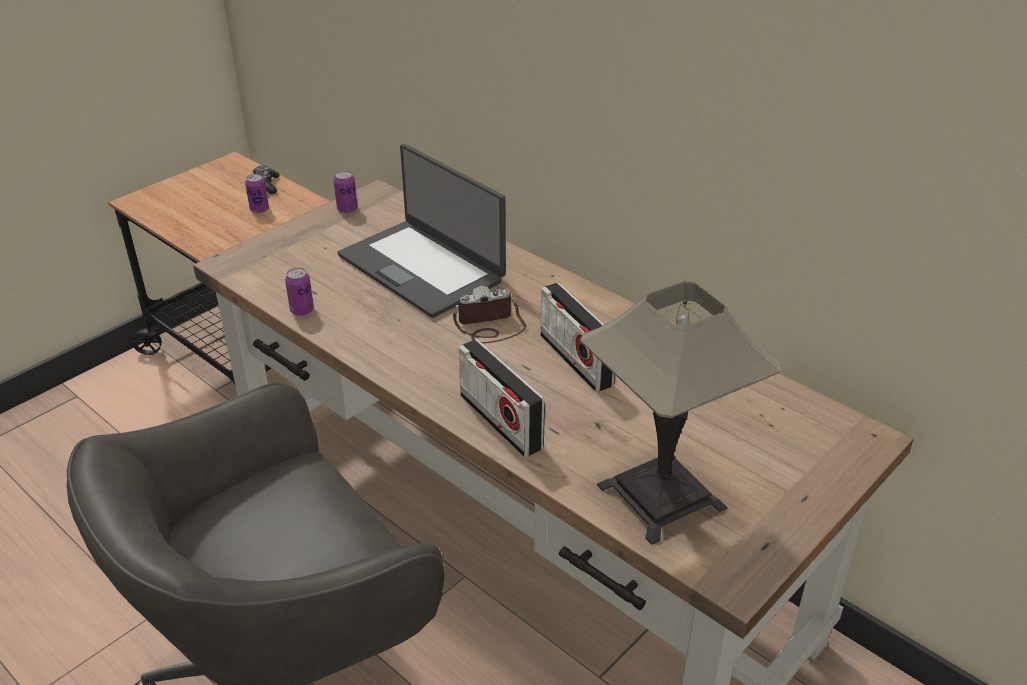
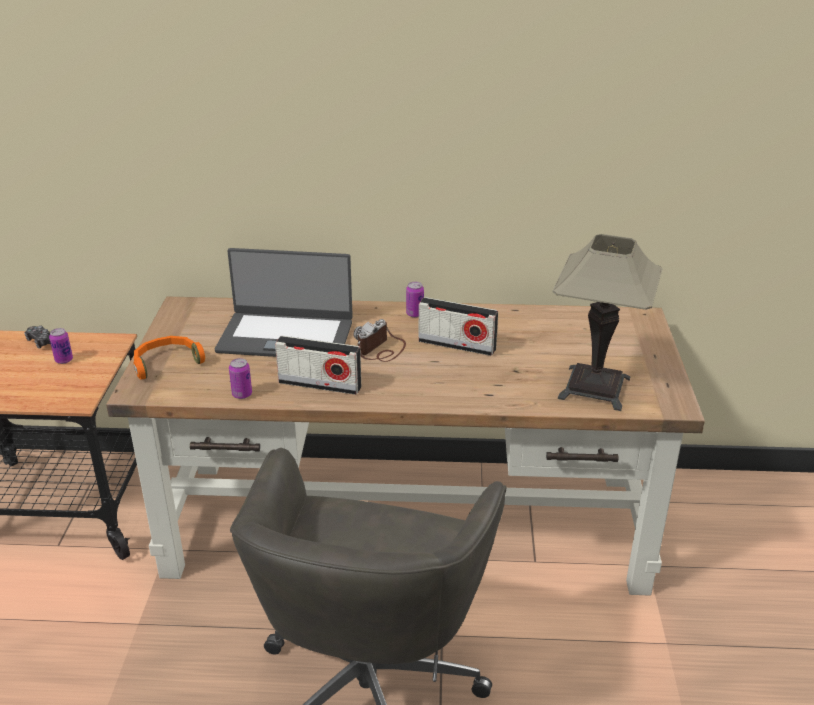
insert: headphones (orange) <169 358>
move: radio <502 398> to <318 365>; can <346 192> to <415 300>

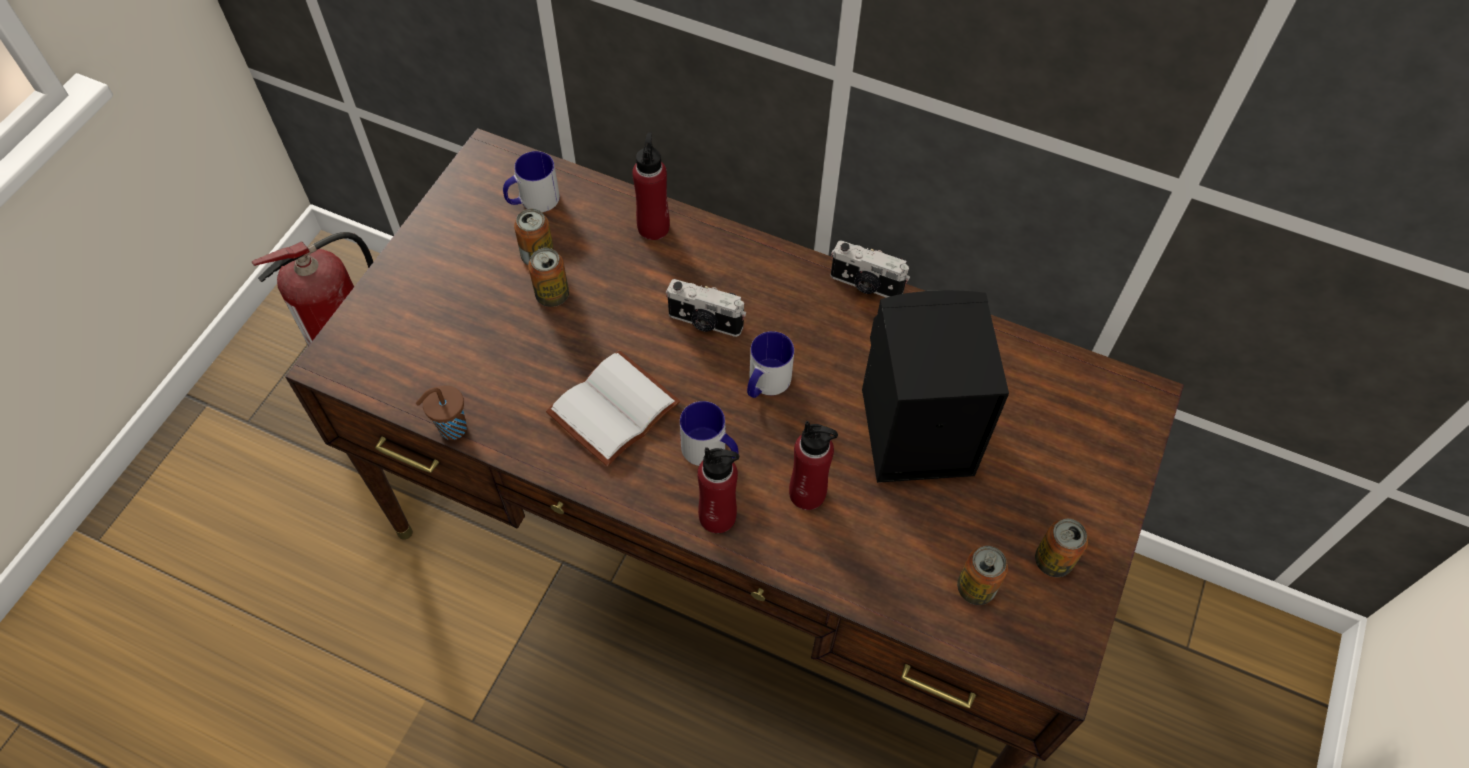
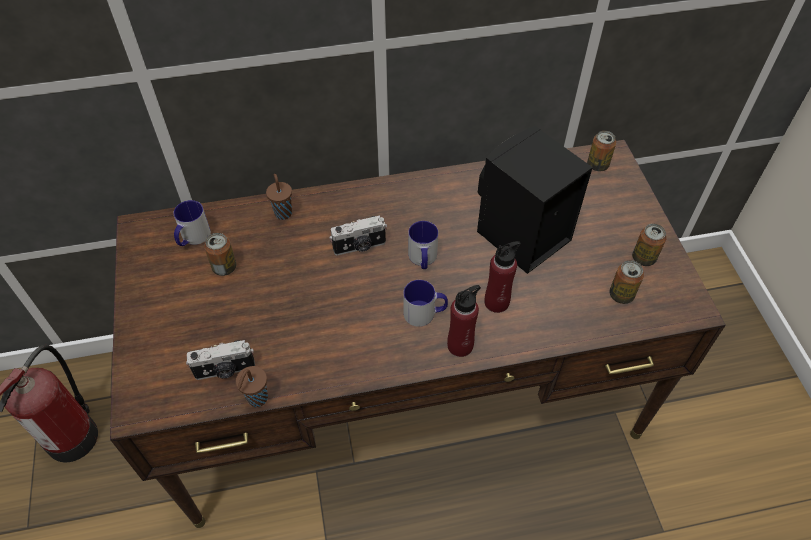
delete: book (white) <613 408>
move: photo camera <870 269> to <220 360>; can <548 277> to <601 151>
replace: bottle (red) <651 186> to cup (brown) <279 197>

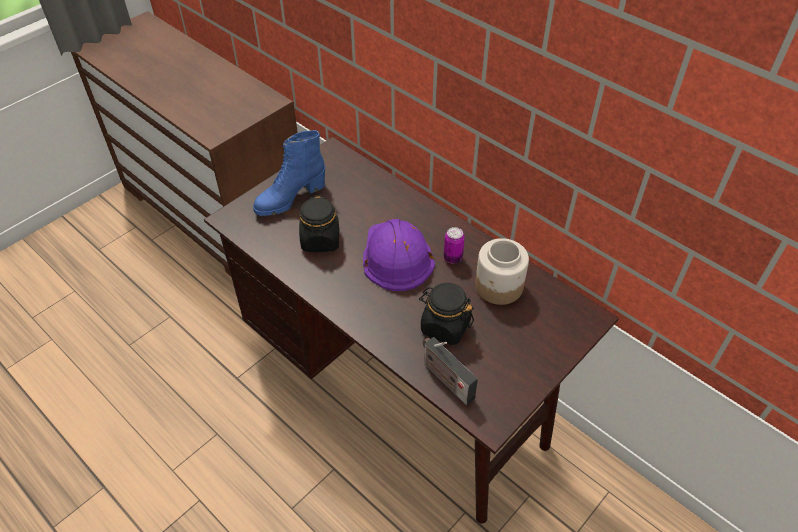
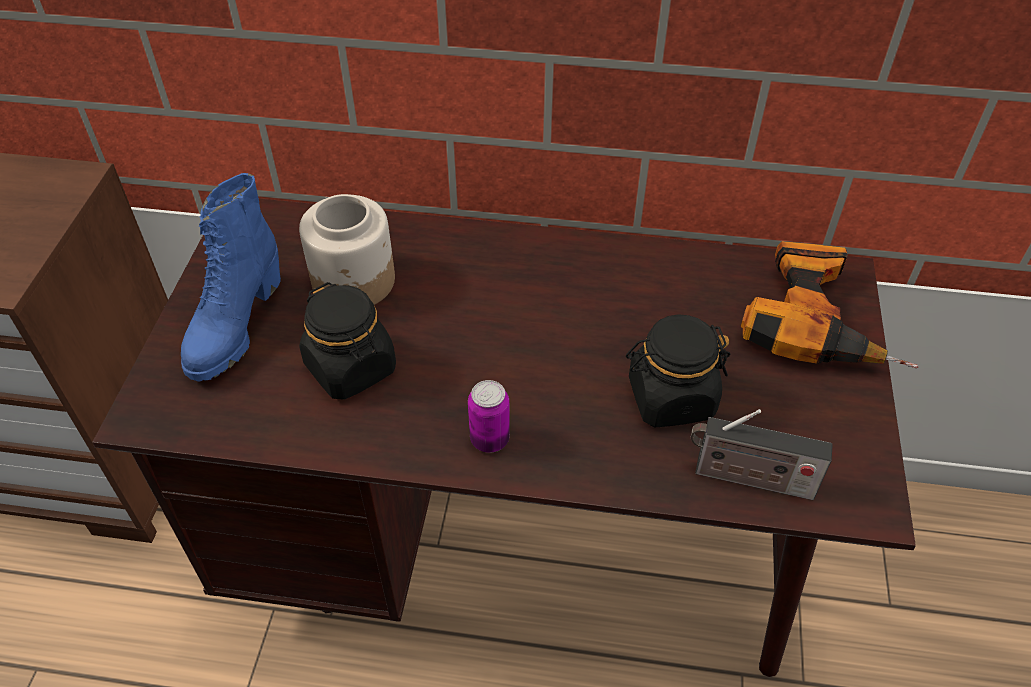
delete: hard hat (purple) <399 255>
insert: power drill <829 304>
move: jar <502 271> to <347 249>; can <454 245> to <489 416>

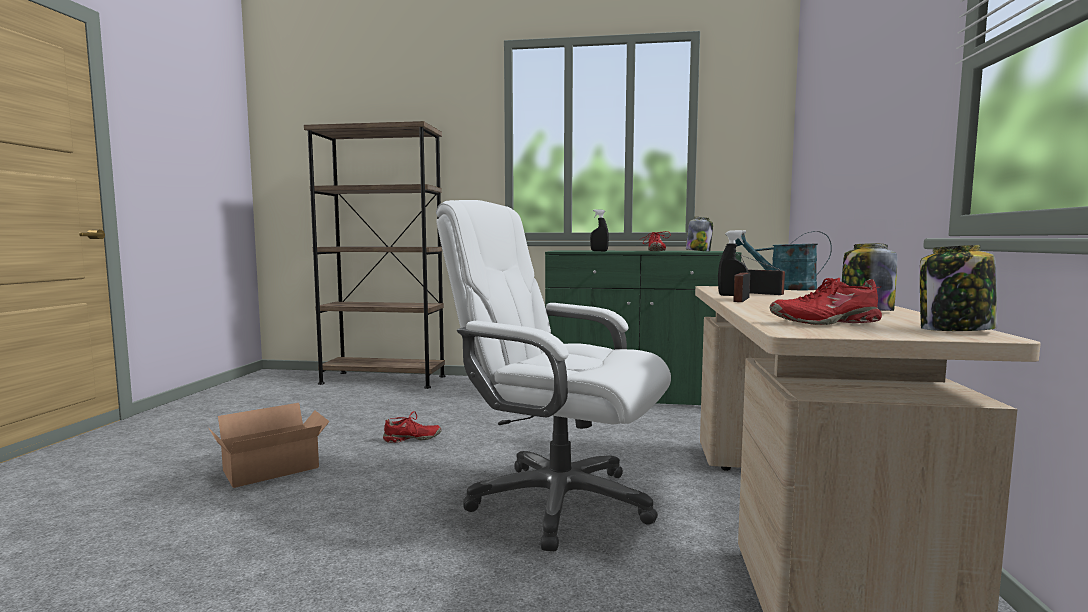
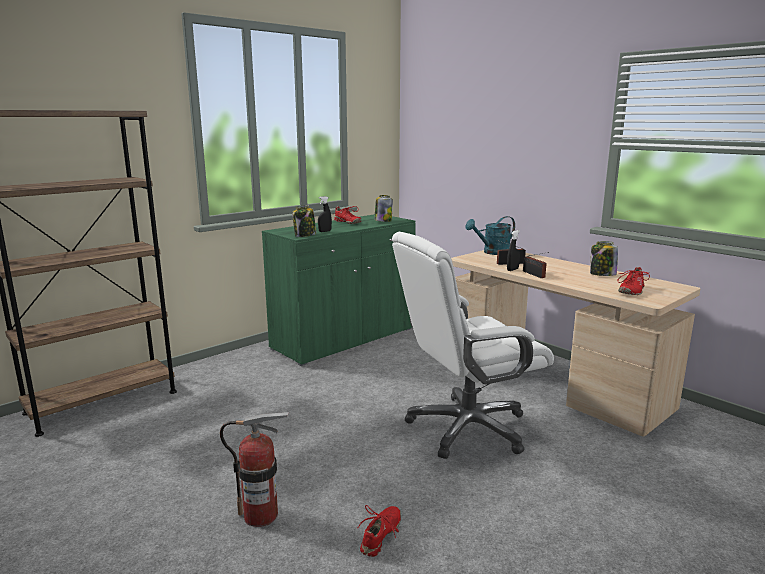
move: jar <958 288> to <304 221>; shoe (red) <412 427> to <379 531>
replace: cardboard box <269 445> to fire extinguisher <254 469>

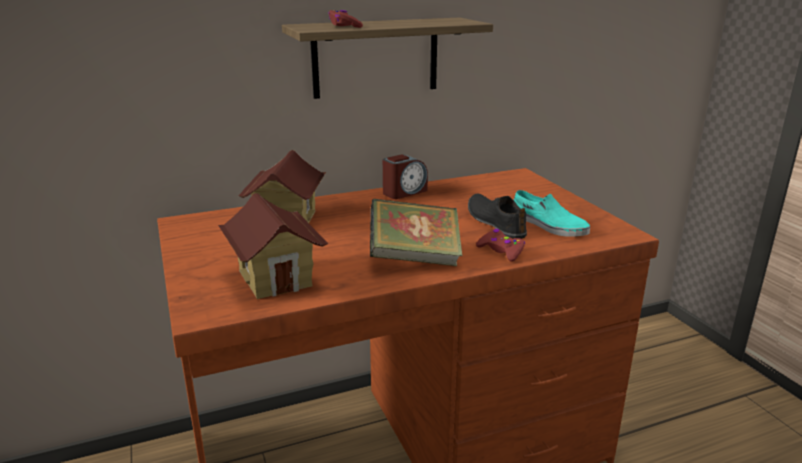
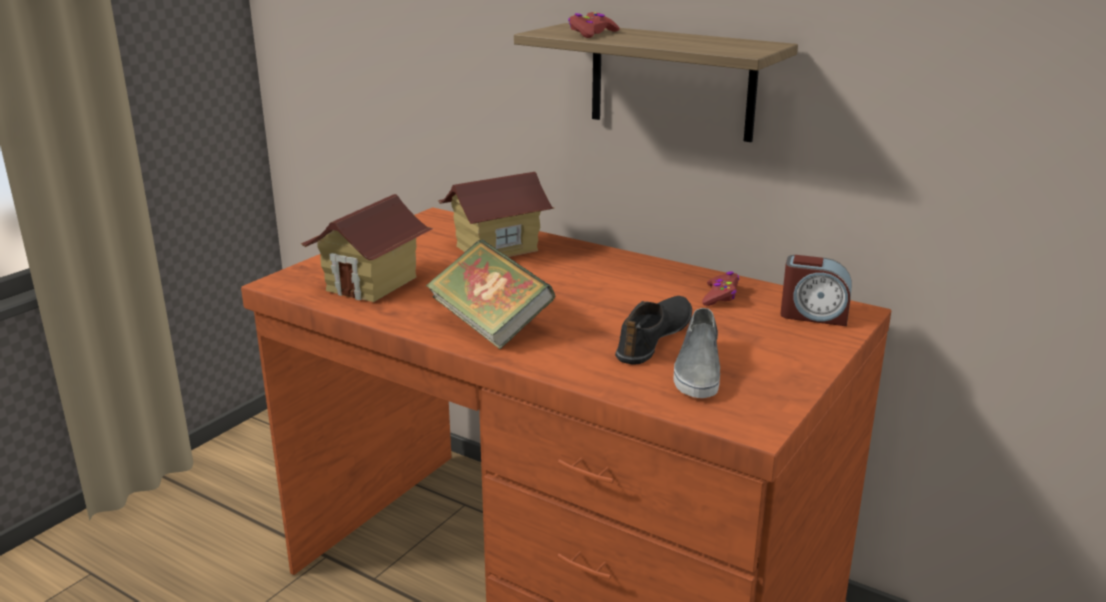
move: game controller (red) <500 245> to <720 288>; alarm clock <405 176> to <816 290>
recolor: shoe (turquoise) <552 213> to shoe (grey) <696 353>

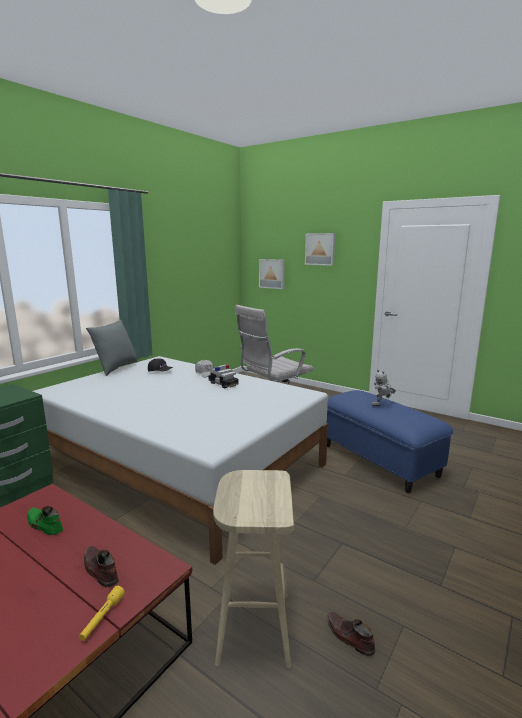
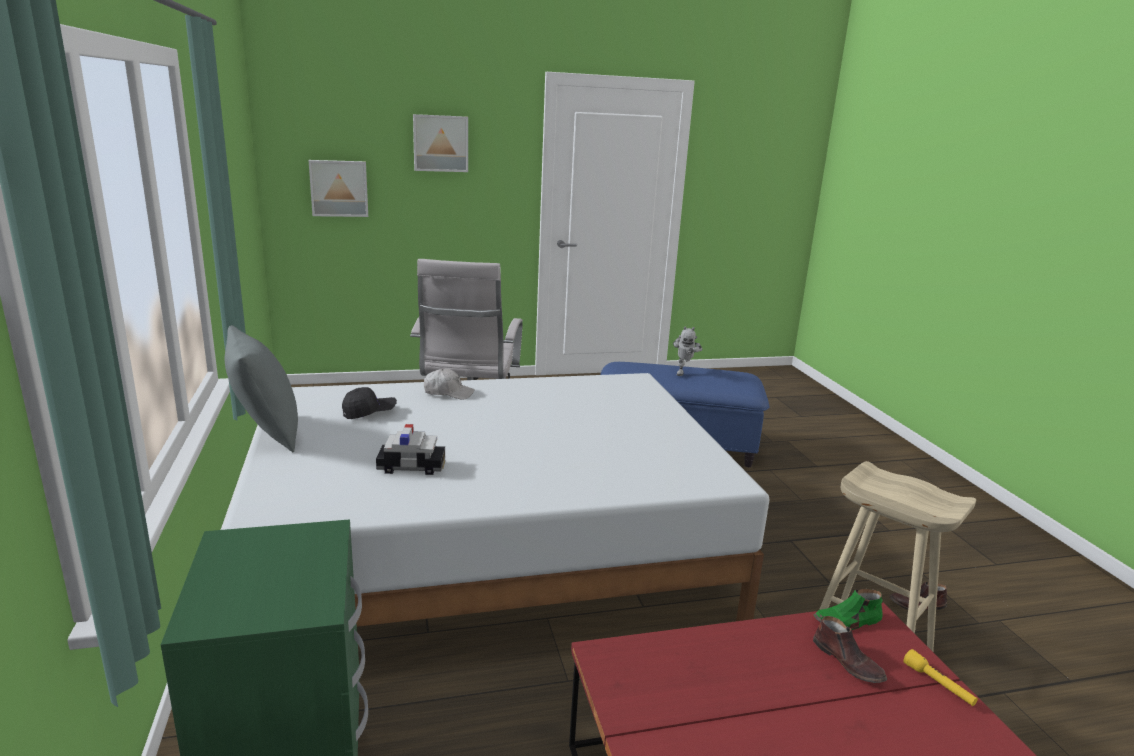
move: toy car <223 376> to <410 449>; shoe (green) <45 520> to <848 609>
rotate: shoe (brown) <101 566> = <850 649> 120 degrees counterclockwise

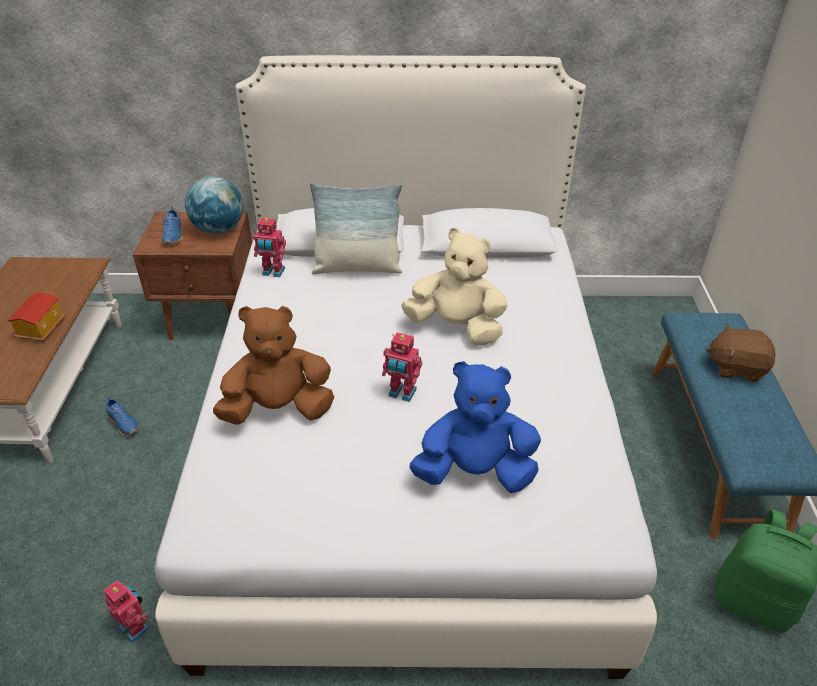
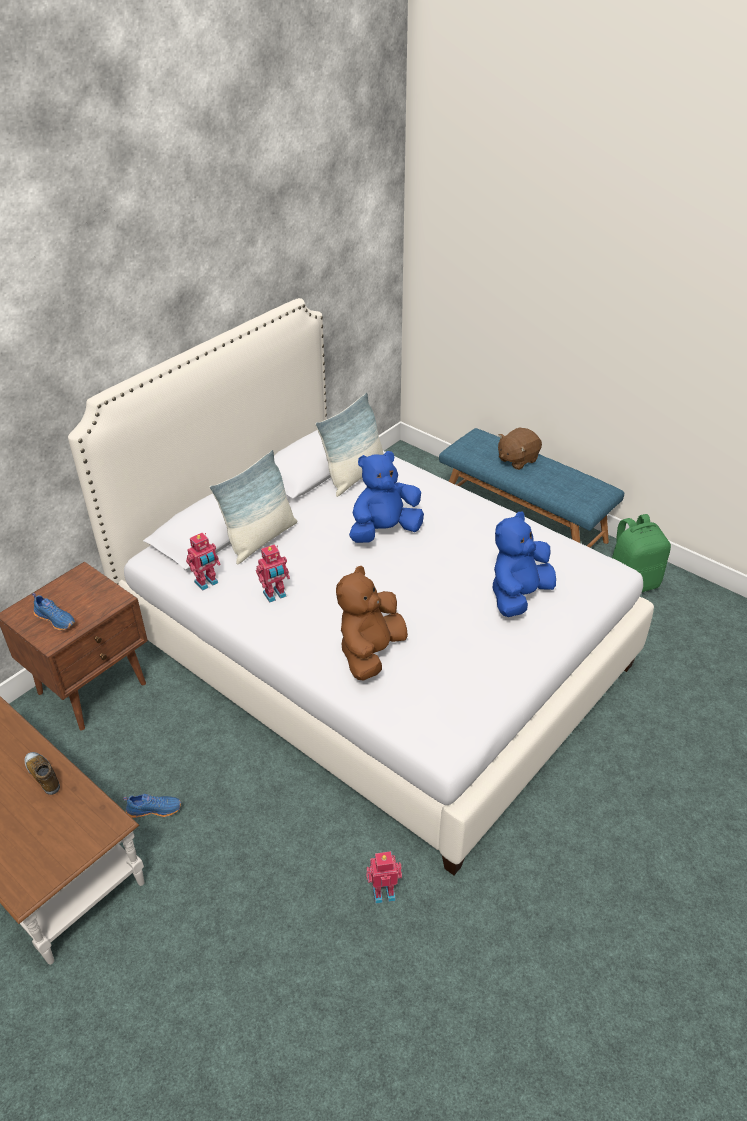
delete: globe <214 205>
insert: pillow <349 444>
move: toy robot <402 367> to <273 573>
replace: toy house <36 317> to shoe <42 773>
recolor: plush toy (beige) <454 287> to plush toy (blue) <386 497>

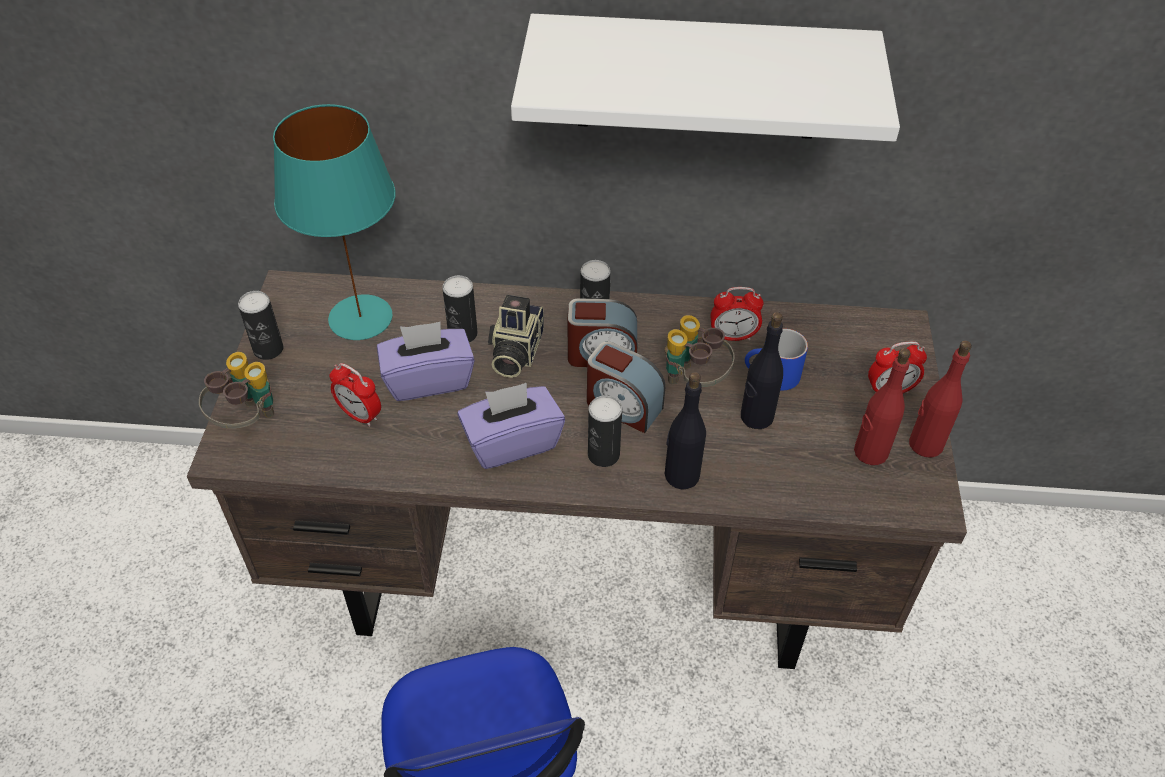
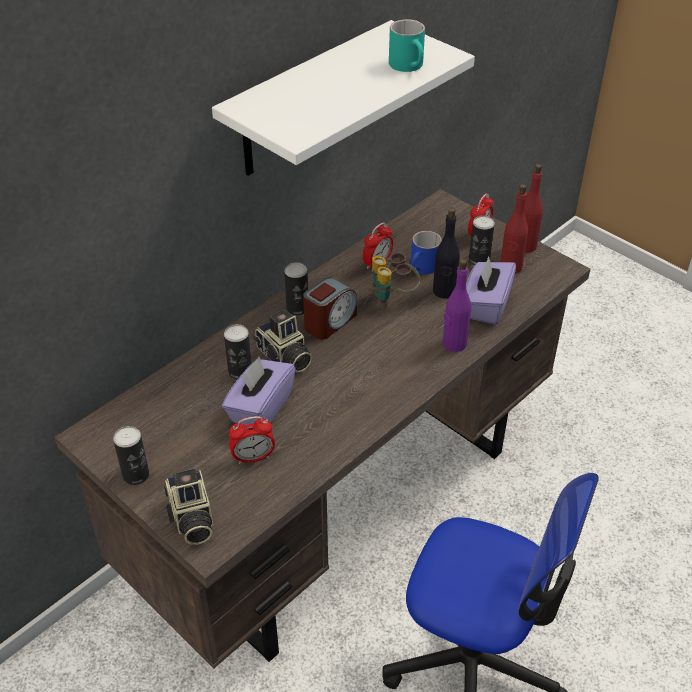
delete: table lamp (turquoise) <334 222>; alarm clock <626 387>
insert: mug (turquoise) <407 45>
move: tissue box (purple) <511 426> to <491 290>; can <605 431> to <482 240>
replace: binoculars <236 390> to photo camera <188 507>
recolor: bottle (black) <685 431> to bottle (purple) <457 305>

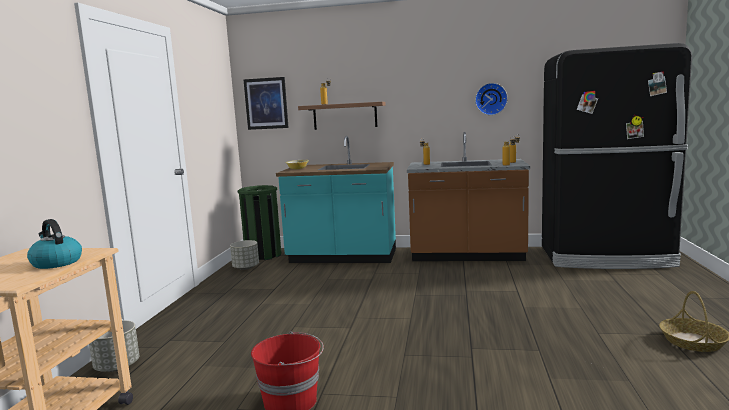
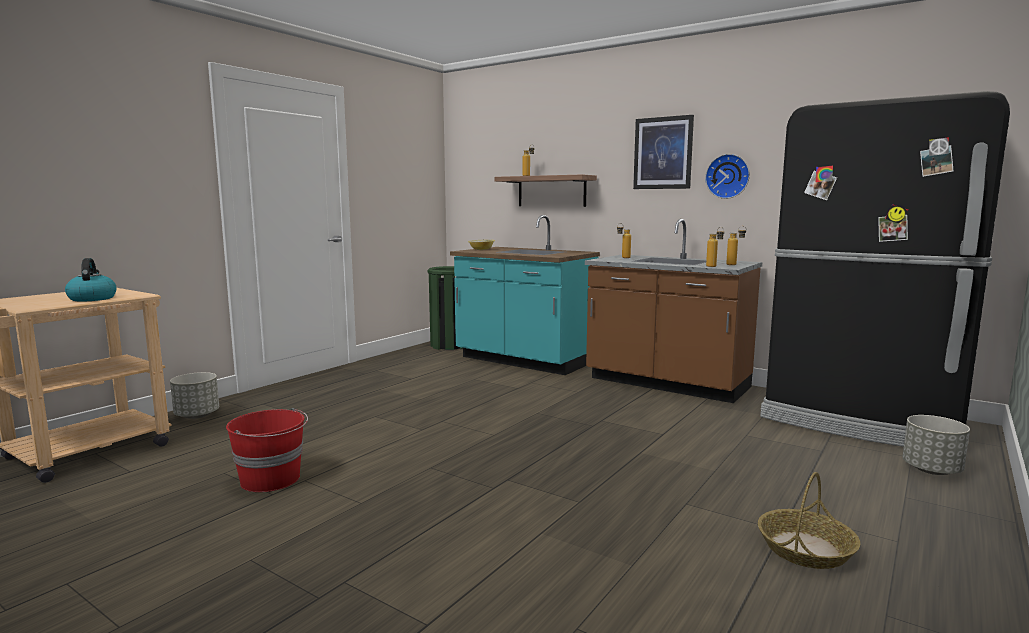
move: picture <266 103> to <663 152>; planter (grey) <244 255> to <936 445>

